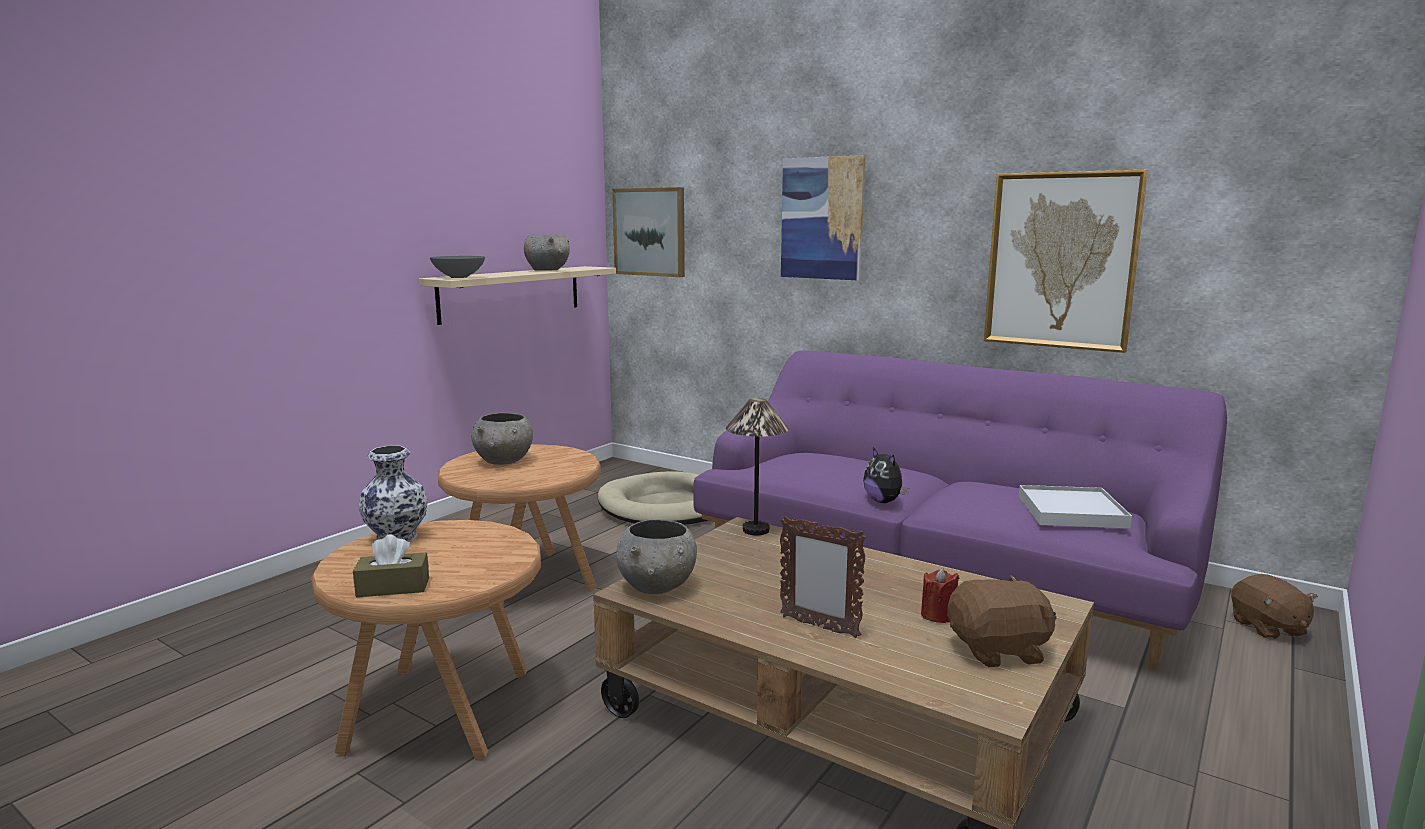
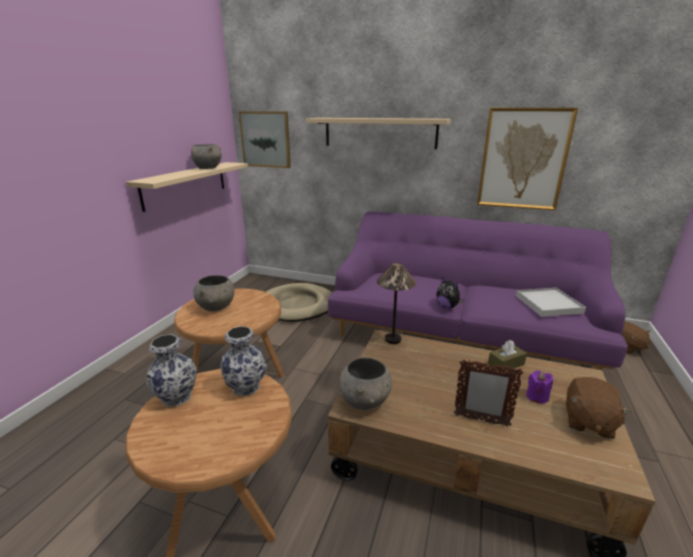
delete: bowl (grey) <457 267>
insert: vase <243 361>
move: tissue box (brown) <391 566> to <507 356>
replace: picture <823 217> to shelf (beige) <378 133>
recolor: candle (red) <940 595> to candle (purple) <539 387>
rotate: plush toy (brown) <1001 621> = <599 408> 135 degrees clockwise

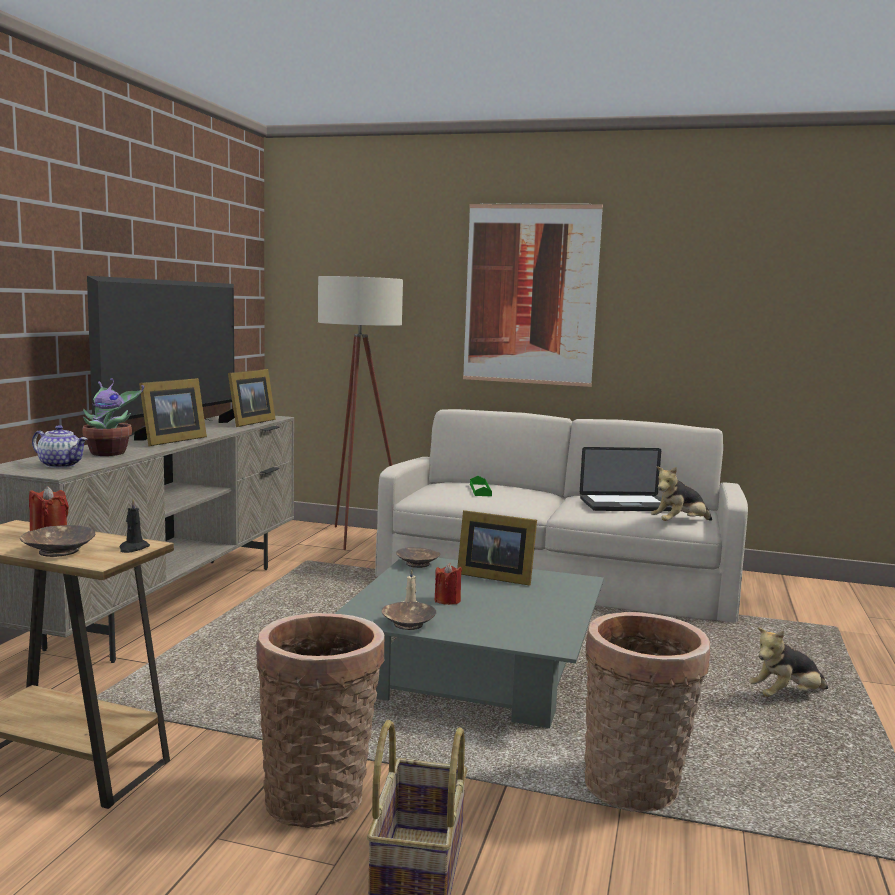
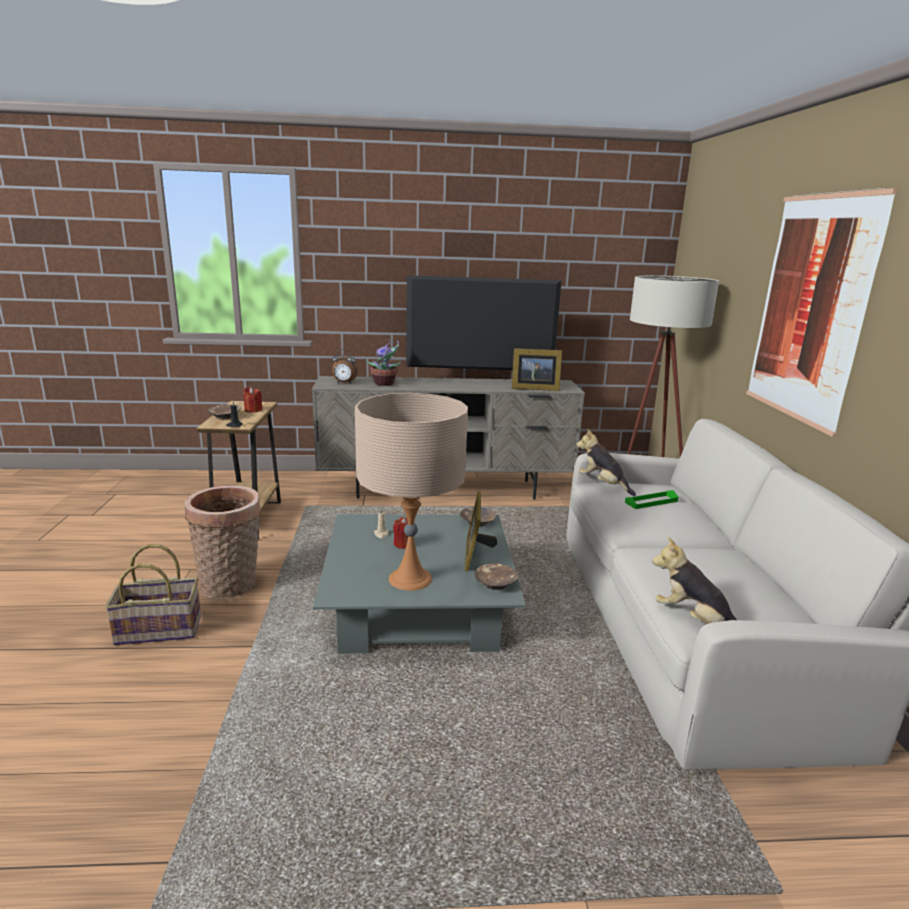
delete: picture frame <170 412>; laptop <626 479>; basket <647 712>
insert: table lamp (beige) <411 492>
move: bowl (brown) <409 616> to <496 576>; plush toy <788 662> to <606 462>
replace: teapot <59 446> to alarm clock <345 366>

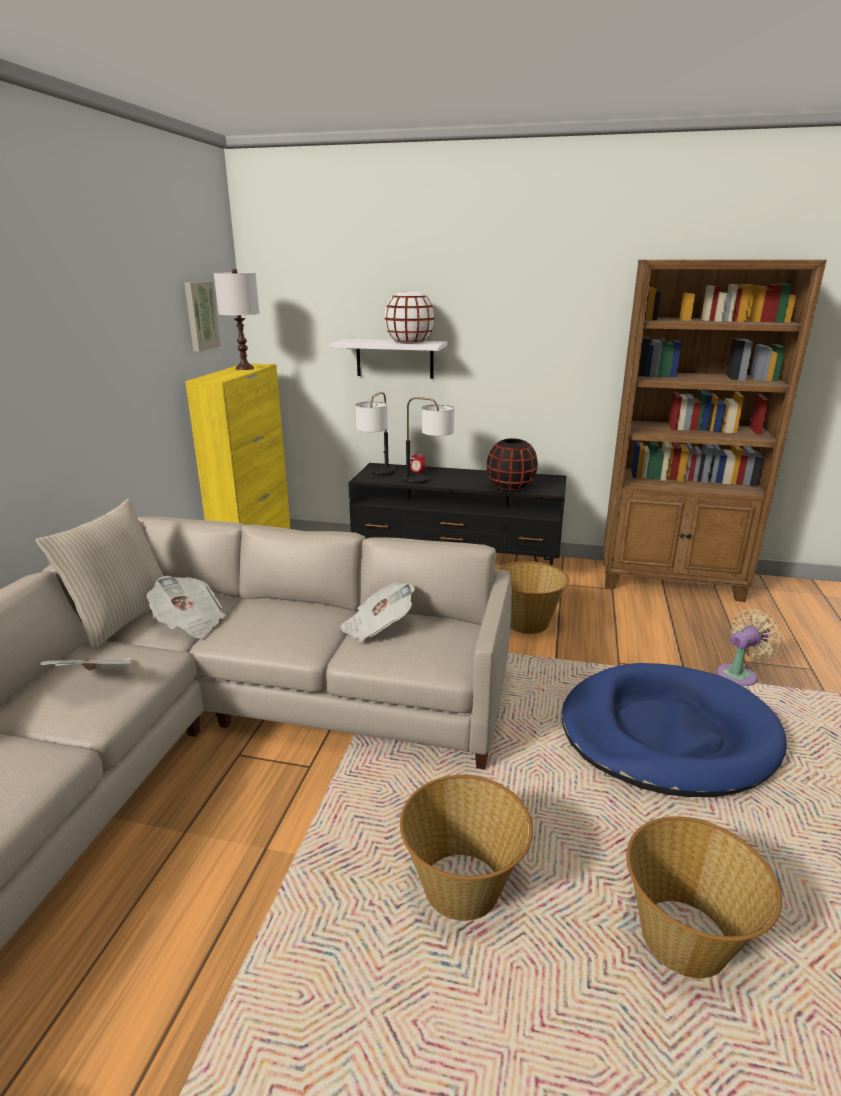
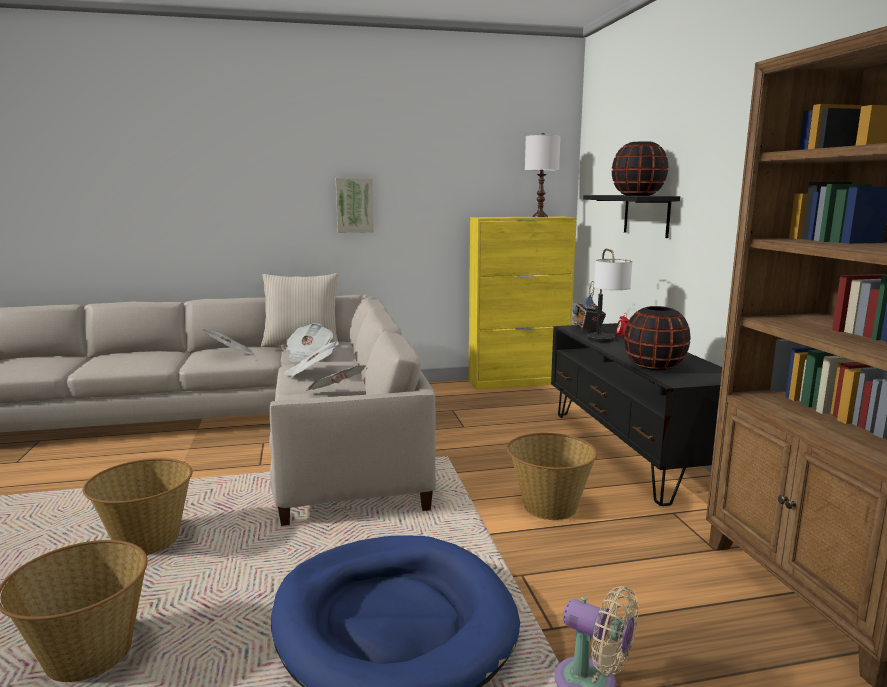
insert: newspaper <311 359>
move: picture <202 316> to <355 205>
replace: table lamp <375 434> to radio <589 306>
recolor: shelf (white) <388 359> to shelf (black) <631 216>; vase (white) <409 318> to vase (black) <640 168>

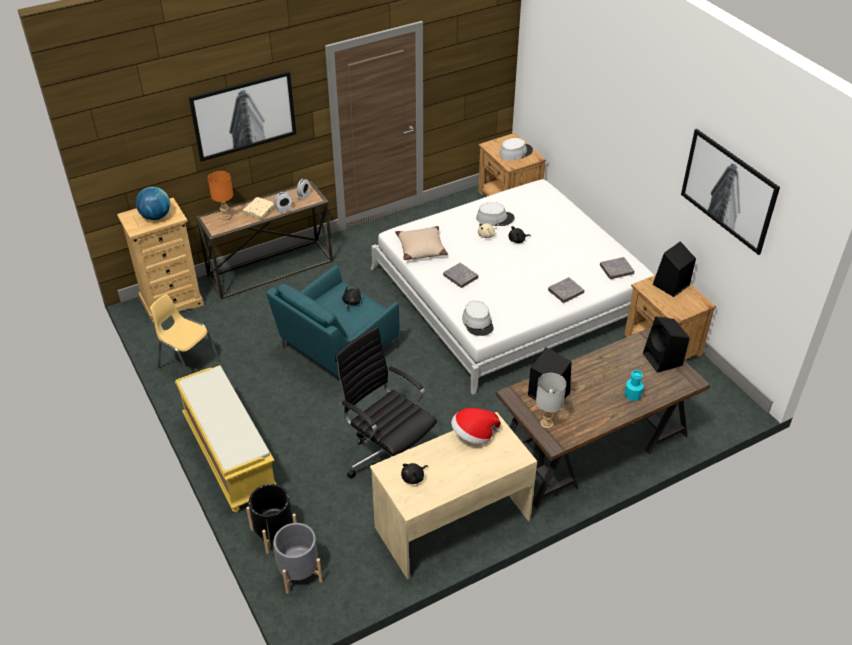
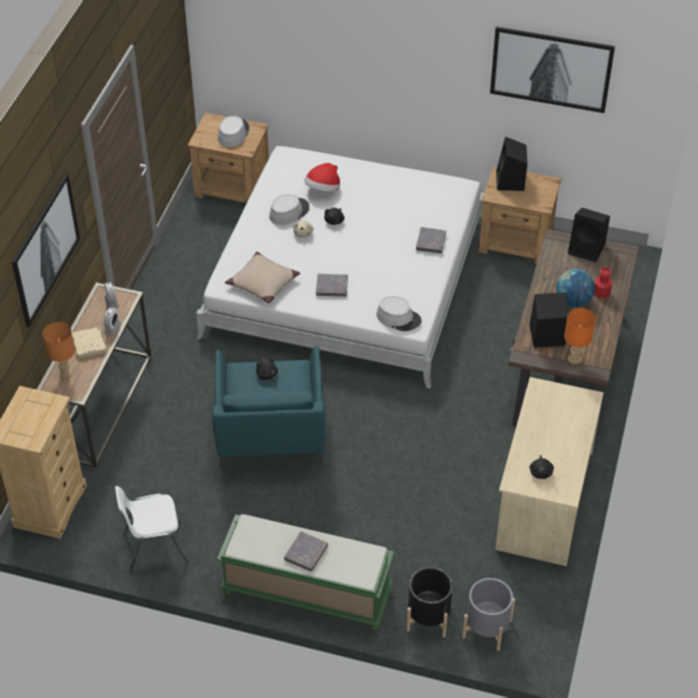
delete: office chair (black) <386 402>
move: book (grey) <617 268> to <306 551>; hat <476 426> to <322 177>; globe <153 203> to <575 288>
recolor: chair (yellow) <185 335> to chair (white) <152 529>; bench (yellow) <226 439> to bench (green) <305 572>; table lamp (grey) <551 401> to table lamp (orange) <579 336>; bottle (turquoise) <634 385> to bottle (red) <603 282>

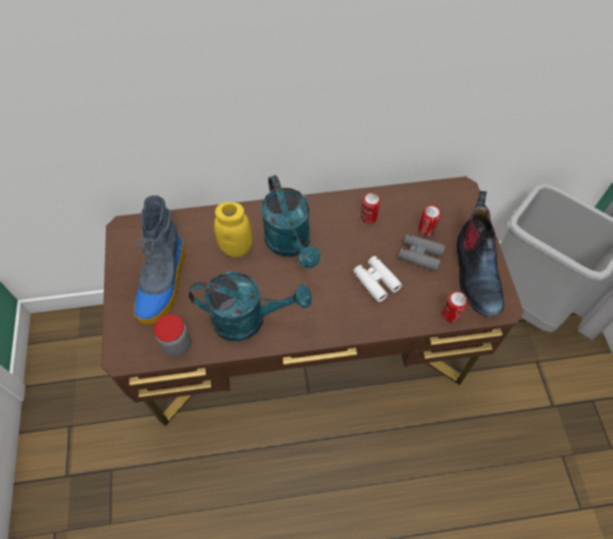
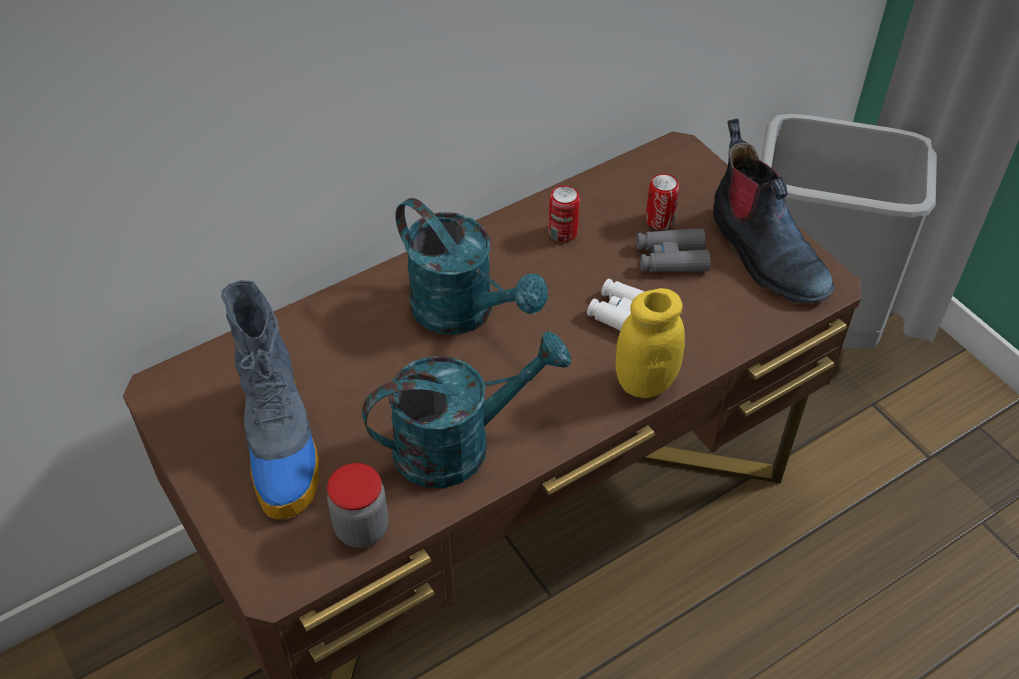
delete: can <454 306>
move: jar (yellow) <233 229> to <650 343>

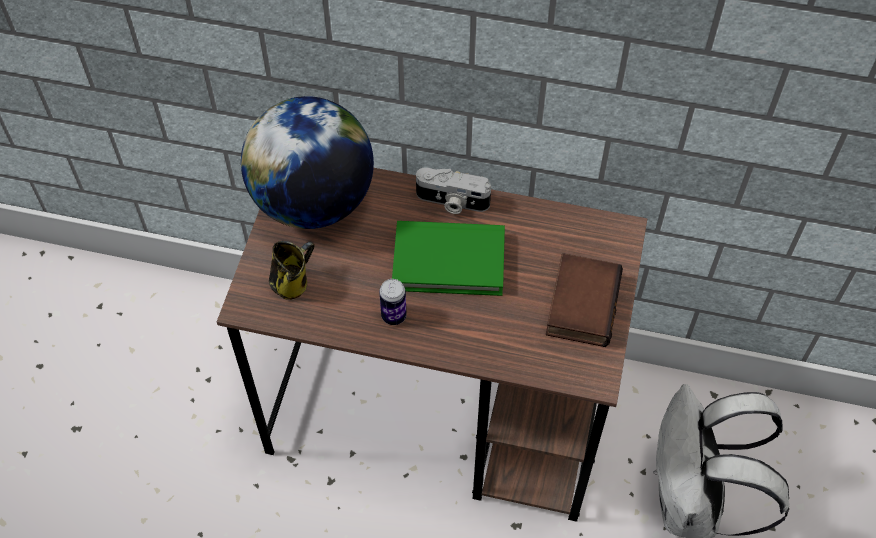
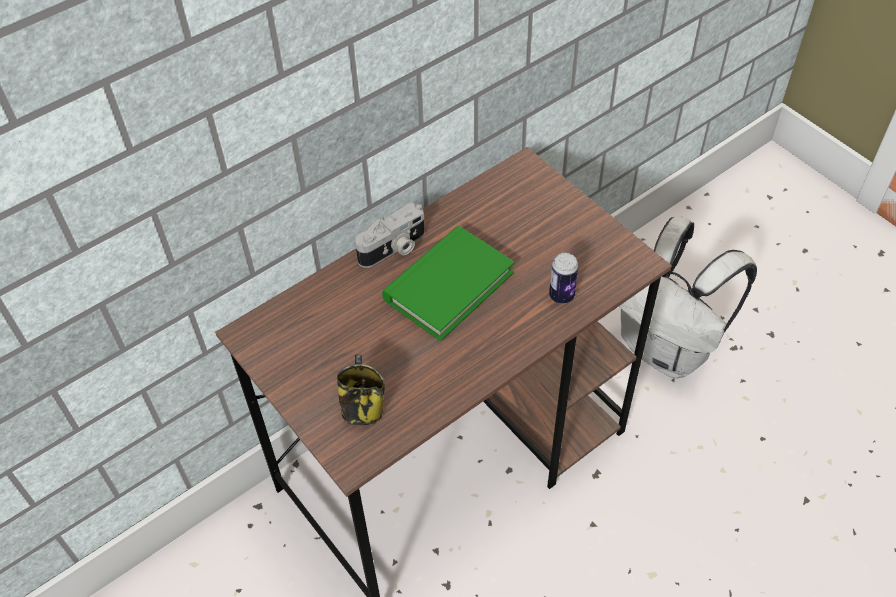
delete: globe <307 162>; book <584 300>
move: can <393 302> to <564 278>

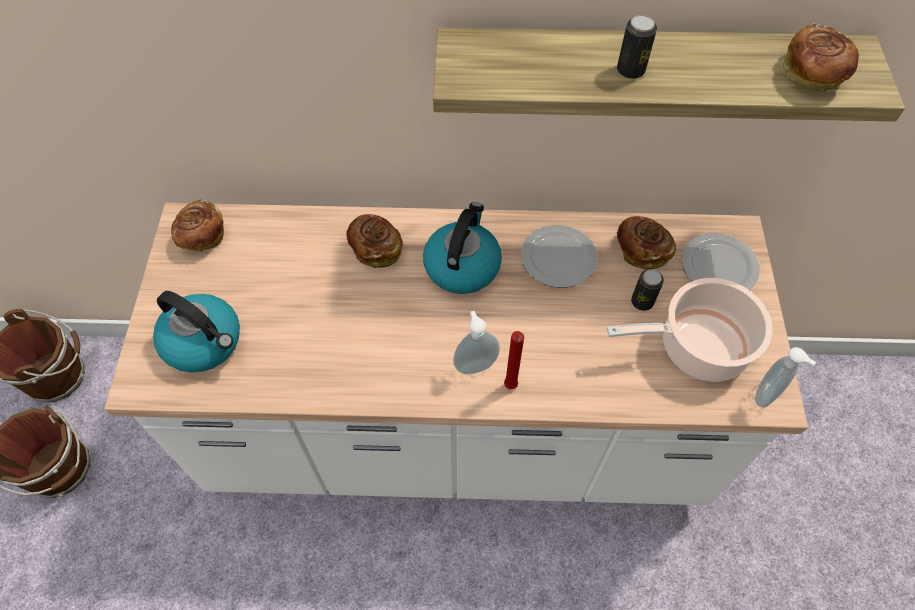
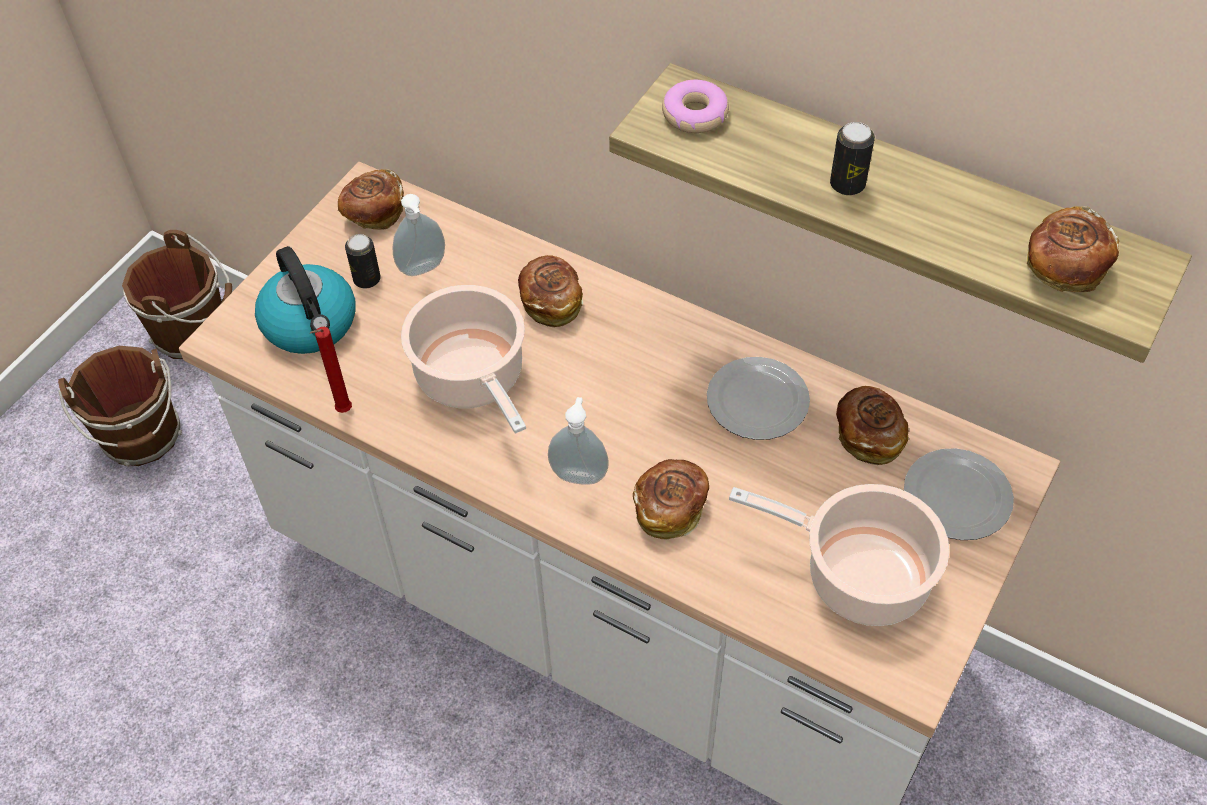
delete: kettle <462 248>
insert: cooking pot <463 359>; bread <671 499>; donut <695 106>
move: candle (red) <514 360> to <331 370>; can <647 290> to <363 261>; soap dispenser <785 377> to <418 235>

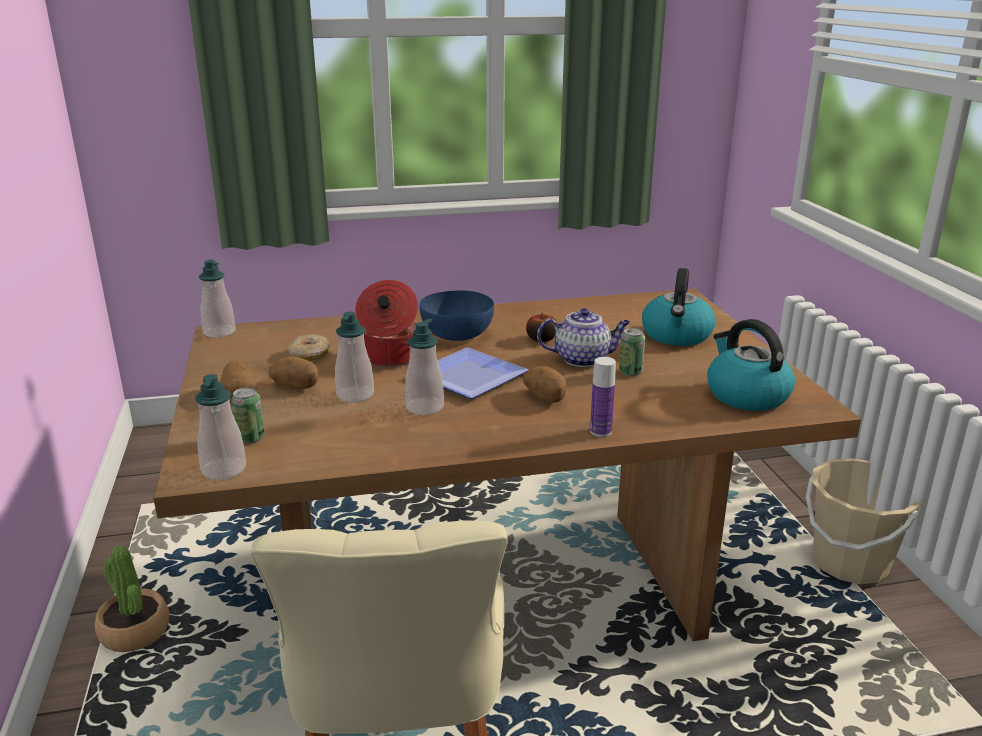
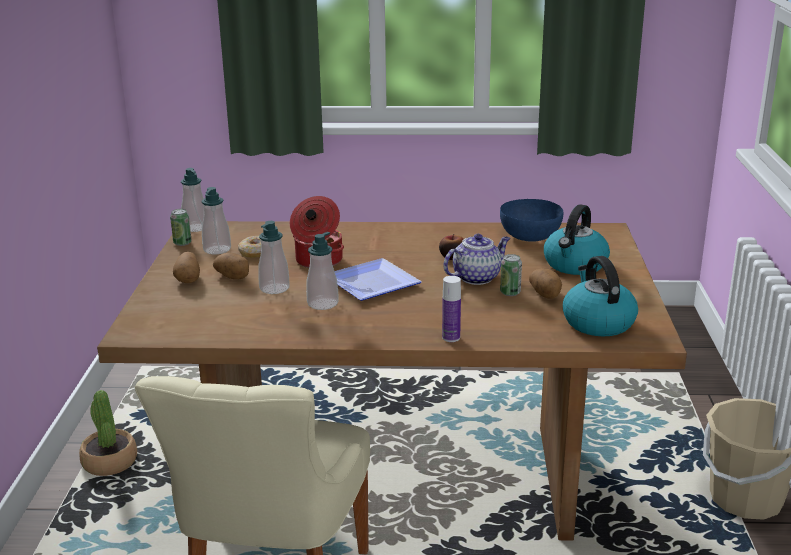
move: can <248 415> to <181 227>; soap dispenser <220 427> to <216 220>; bowl (blue) <457 316> to <531 220>; potato <545 384> to <545 283>
rotate: teapot <583 337> = <476 259> 45 degrees counterclockwise

